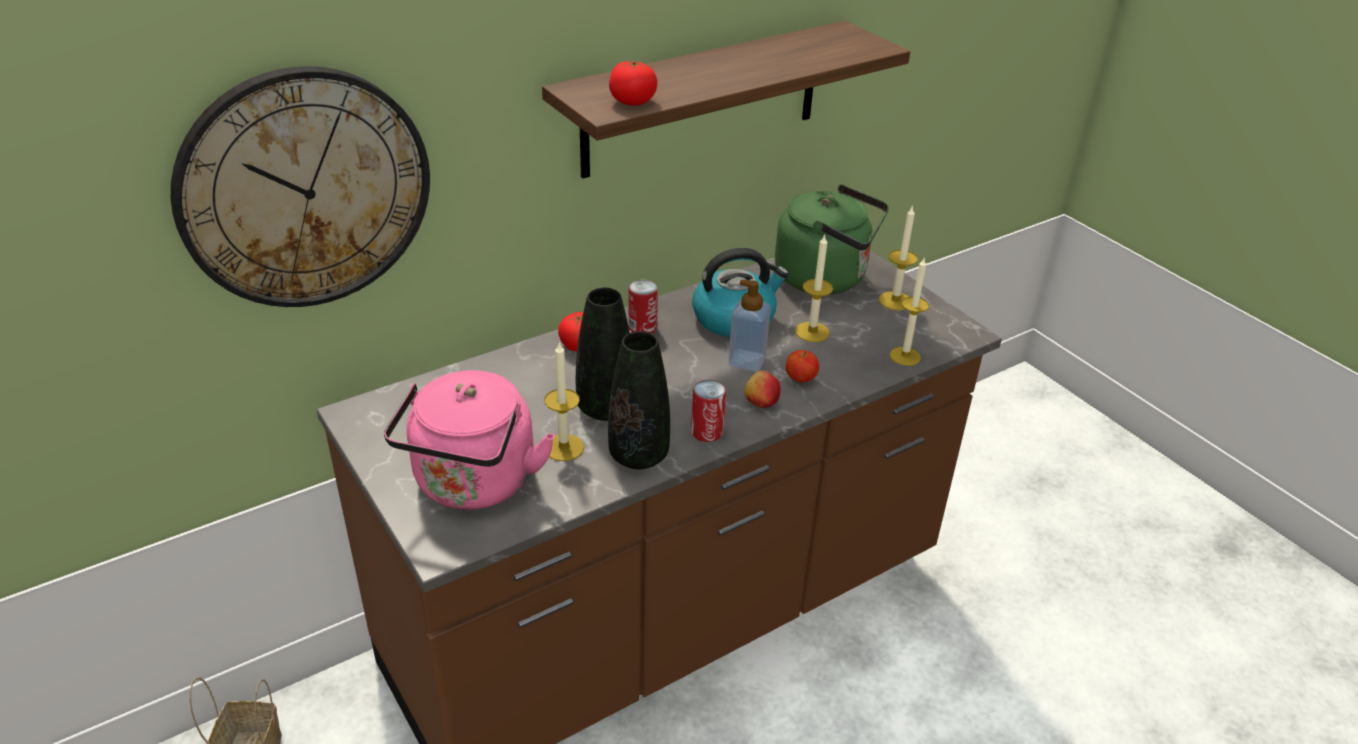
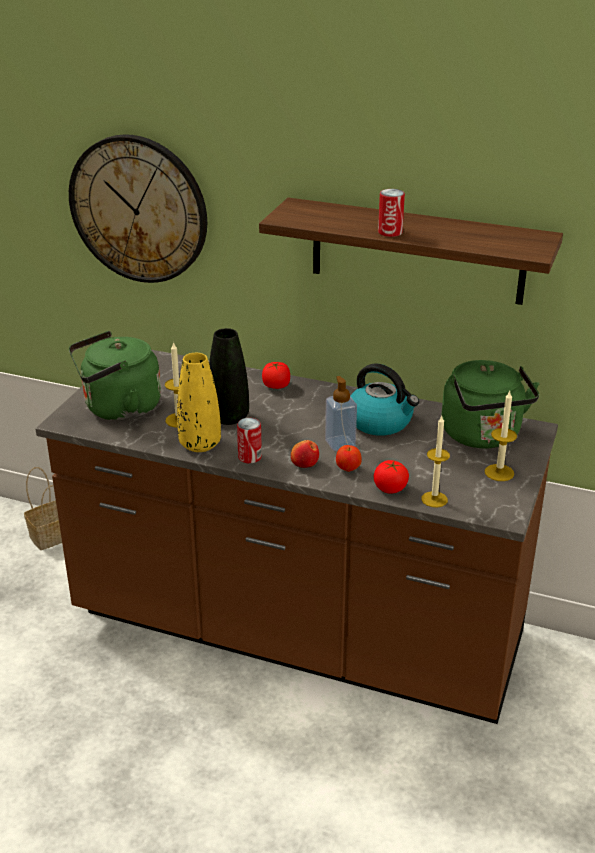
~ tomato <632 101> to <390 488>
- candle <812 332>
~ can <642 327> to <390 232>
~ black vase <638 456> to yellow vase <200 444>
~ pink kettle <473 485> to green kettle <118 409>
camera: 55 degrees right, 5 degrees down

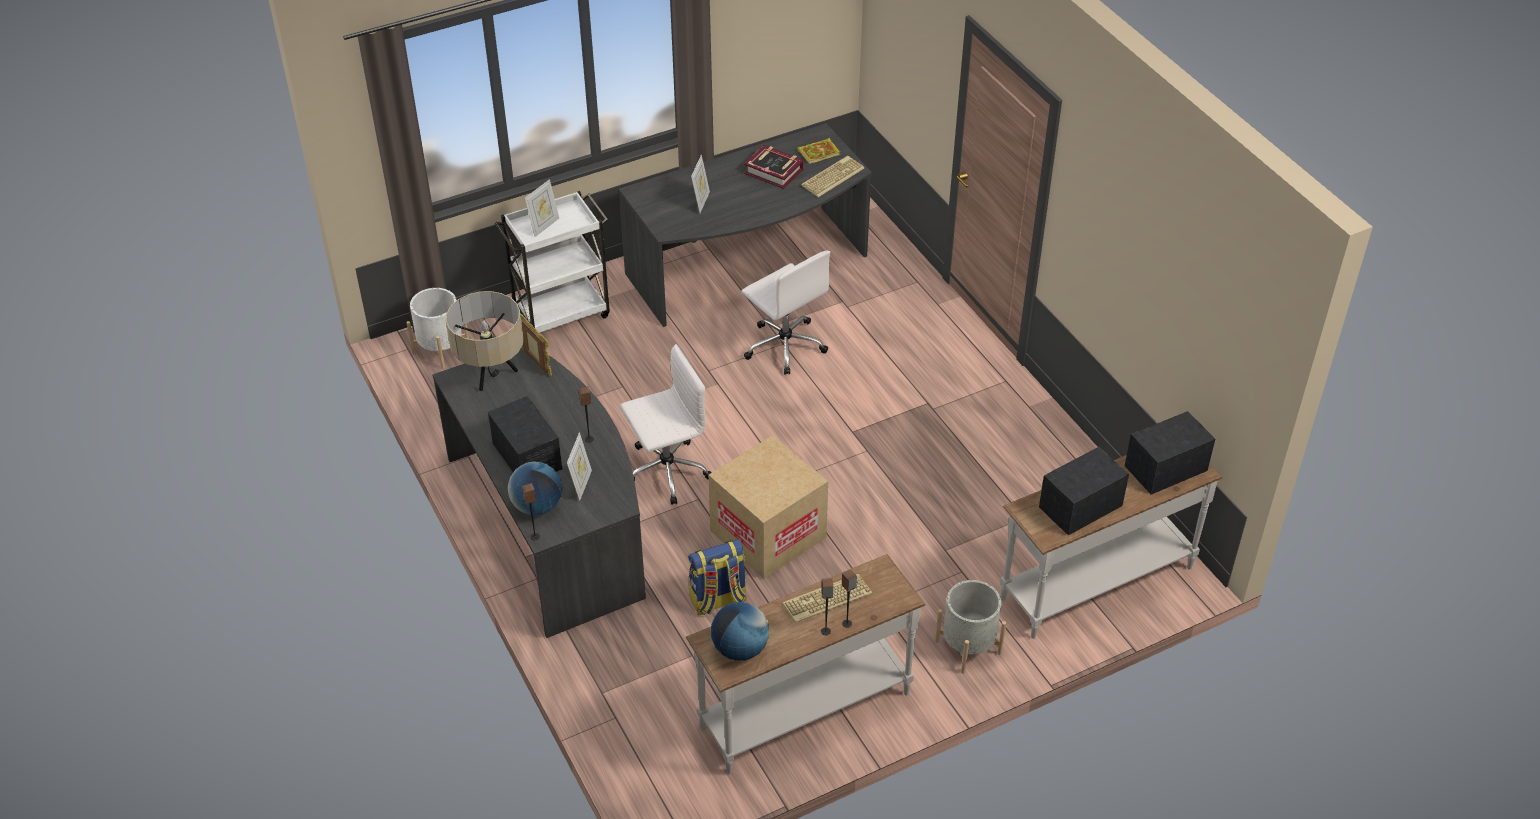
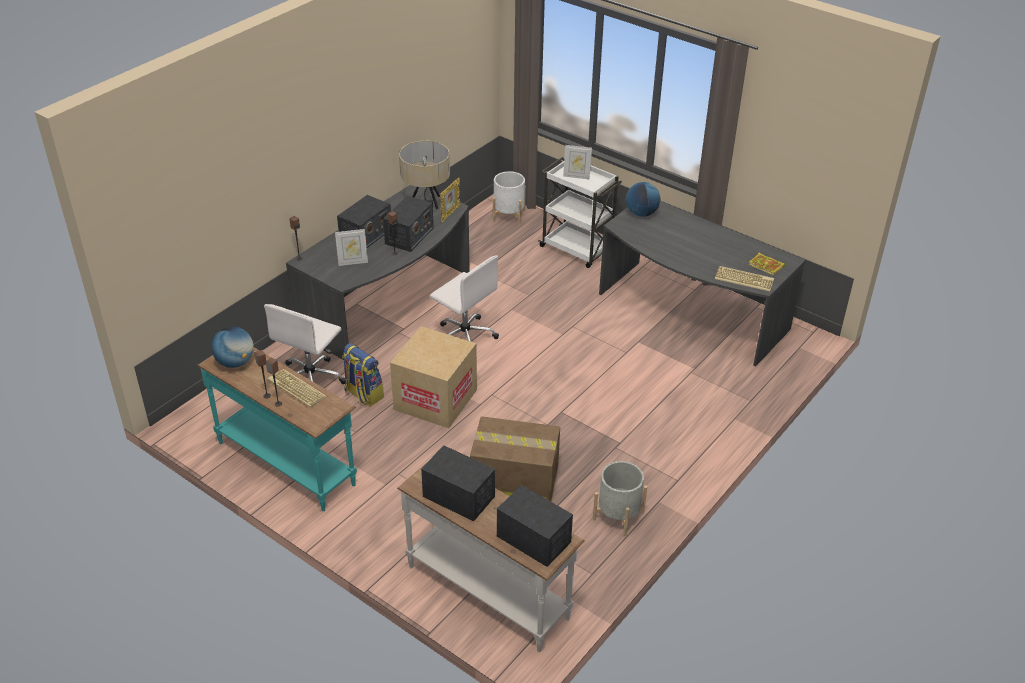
- book <774 171>
- picture frame <701 202>
~ white office chair <784 345> to <311 378>
~ globe <537 506> to <641 213>
~ white console table <804 709> to turquoise console table <287 462>
~ grey planter <968 647> to <618 516>
+ radio <409 236>
+ cardboard box <513 480>
camera: 65 degrees right, 5 degrees down

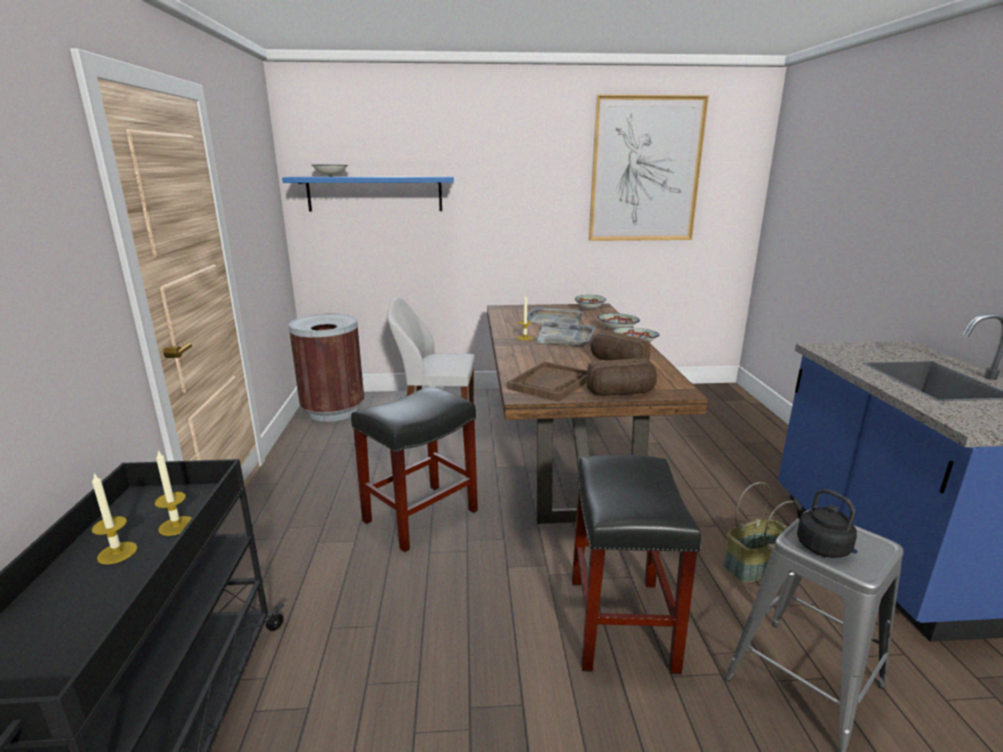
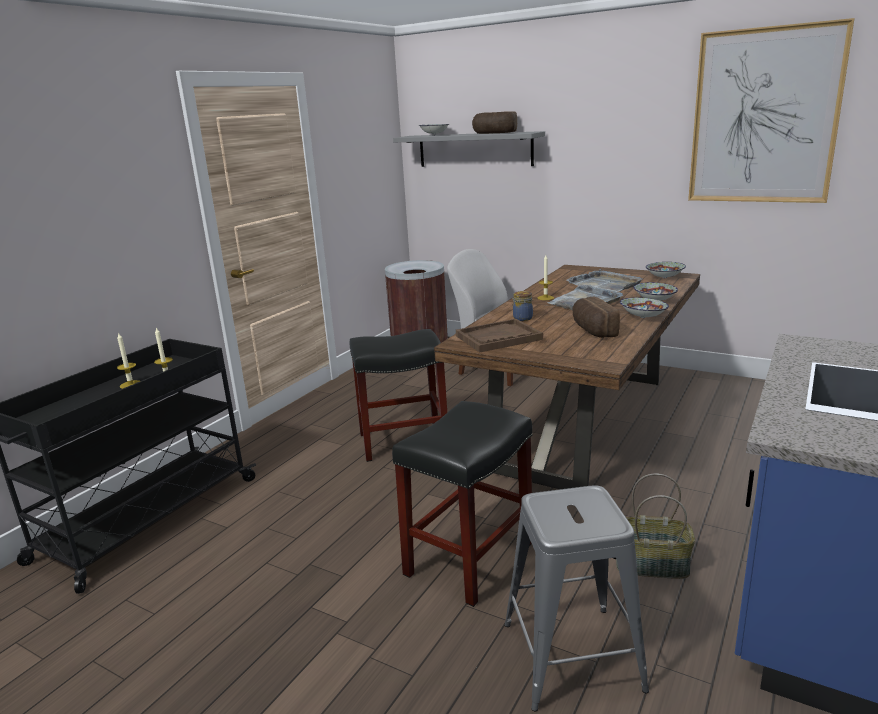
~ blue shelf <375 193> to grey shelf <474 150>
~ bread <621 393> to <494 133>
- black kettle <819 545>
+ jar <522 318>
camera: 35 degrees right, 0 degrees up

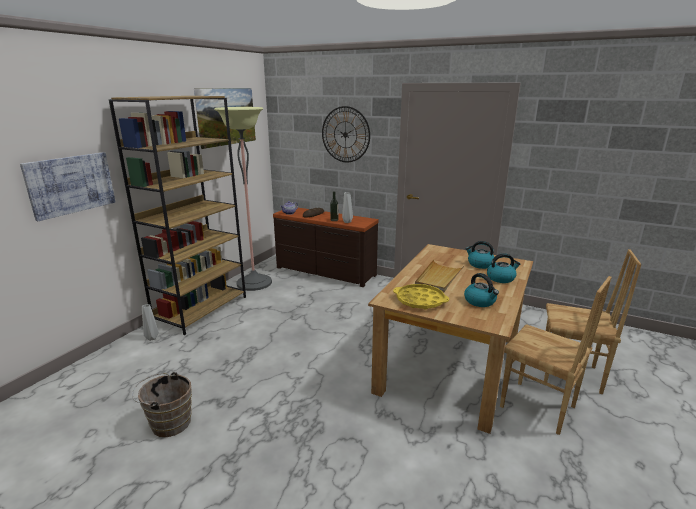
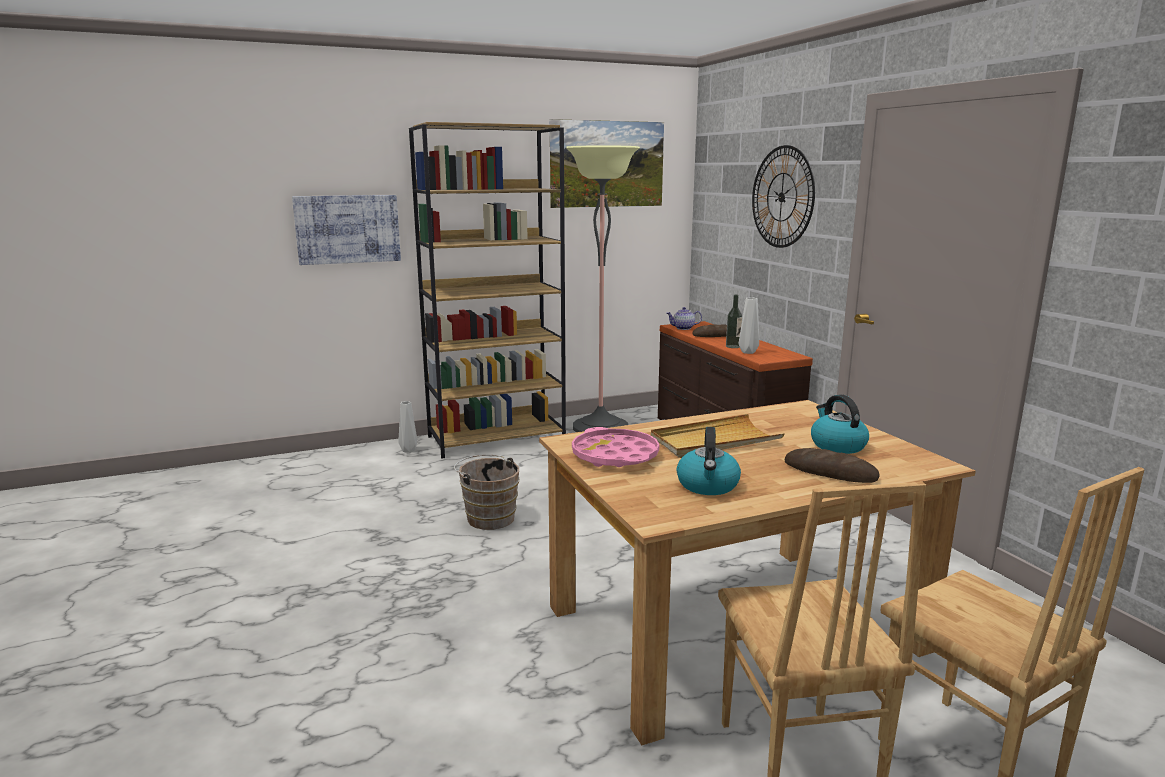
~ kettle <501 278> to bread <830 472>
~ yellow tray <420 300> to pink tray <615 456>
~ brown bucket <168 423> to <488 517>
camera: 40 degrees right, 5 degrees down

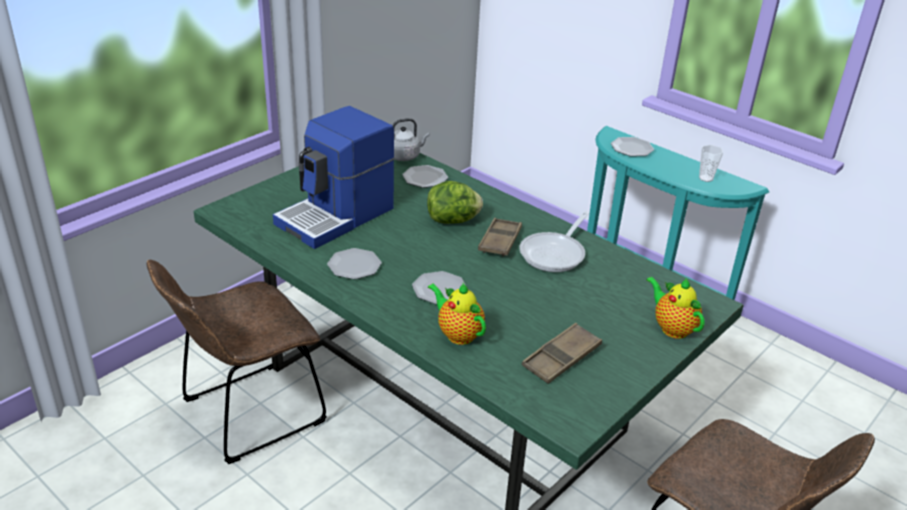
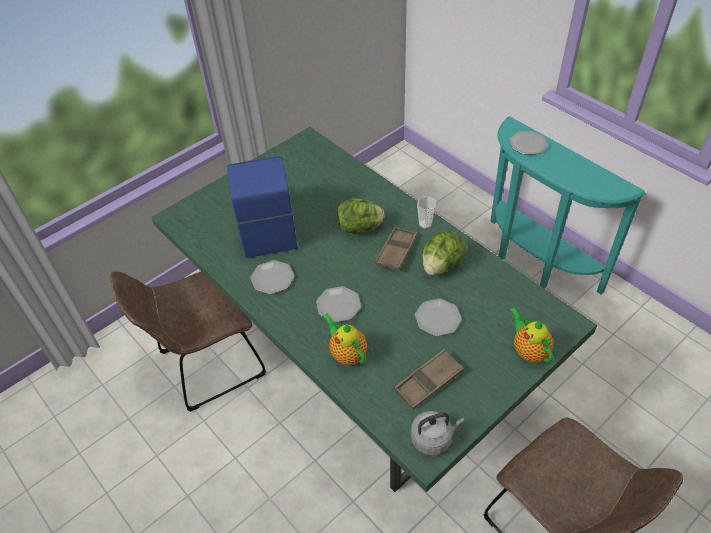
~ coffee machine <337 216> = <264 223> 120 degrees clockwise
~ grey kettle <405 156> to <433 438>
~ cup <705 178> to <425 224>
~ plate <425 178> to <438 318>
~ frying pan <555 253> to lettuce <441 265>
camera: 10 degrees right, 15 degrees up

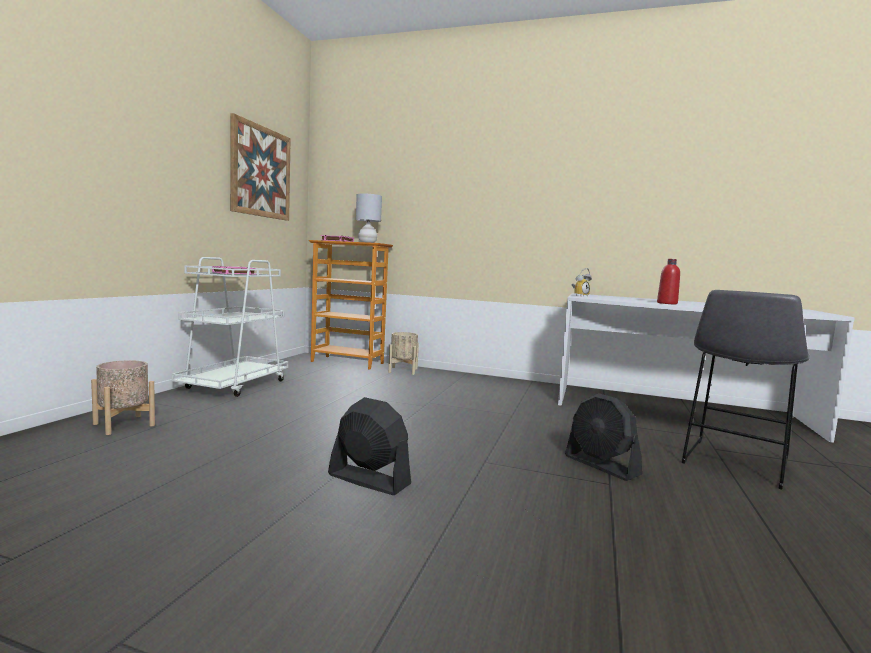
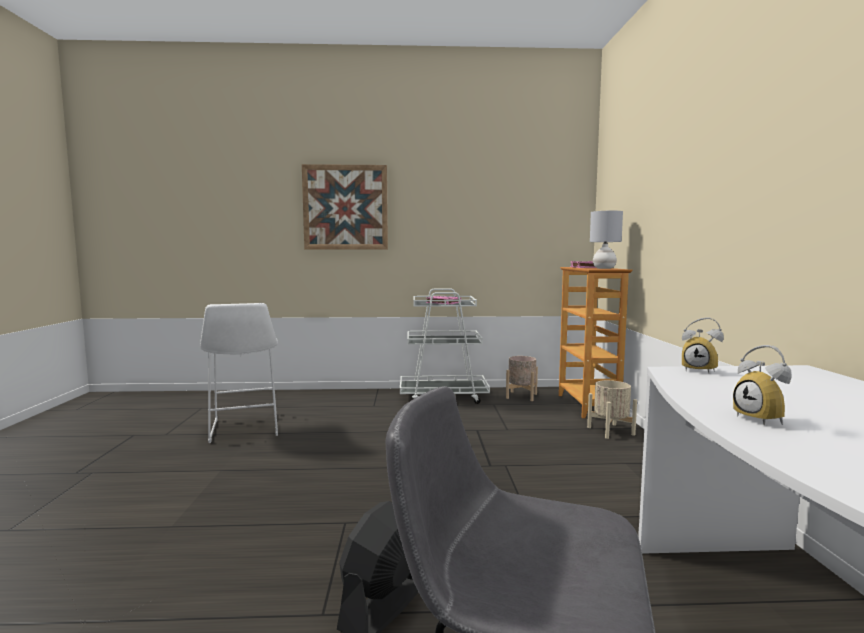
~ picture <261 172> to <345 207>
~ red bottle <667 303> to alarm clock <764 419>
~ beige planter <123 425> to <521 396>
- black fan <368 479>
+ white stool <244 429>
camera: 70 degrees right, 0 degrees up

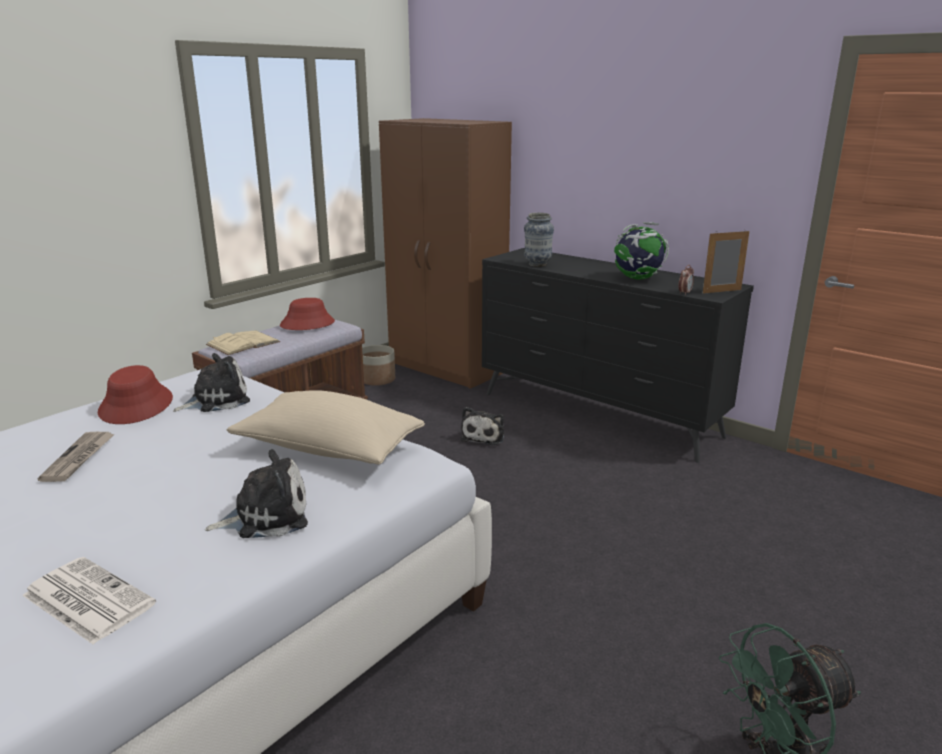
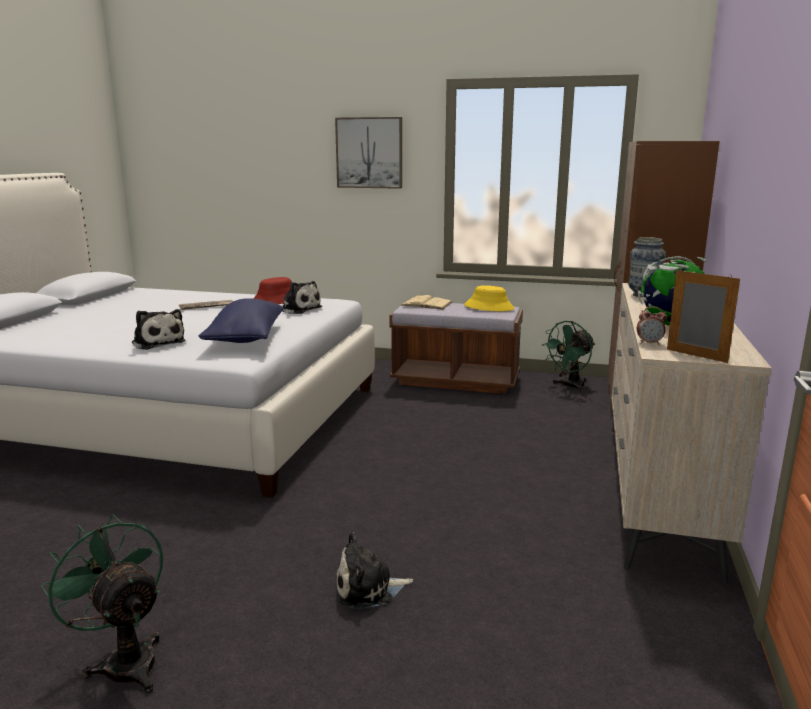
~ black dresser <598 415> to beige dresser <656 491>
~ red hat <307 324> to yellow hat <489 307>
~ planter <377 379> to green fan <569 386>
~ beige pillow <328 450> to blue pillow <245 338>
~ plush toy <484 436> to <368 589>
- newspaper <86 600>
+ picture <369 153>
camera: 65 degrees right, 5 degrees down

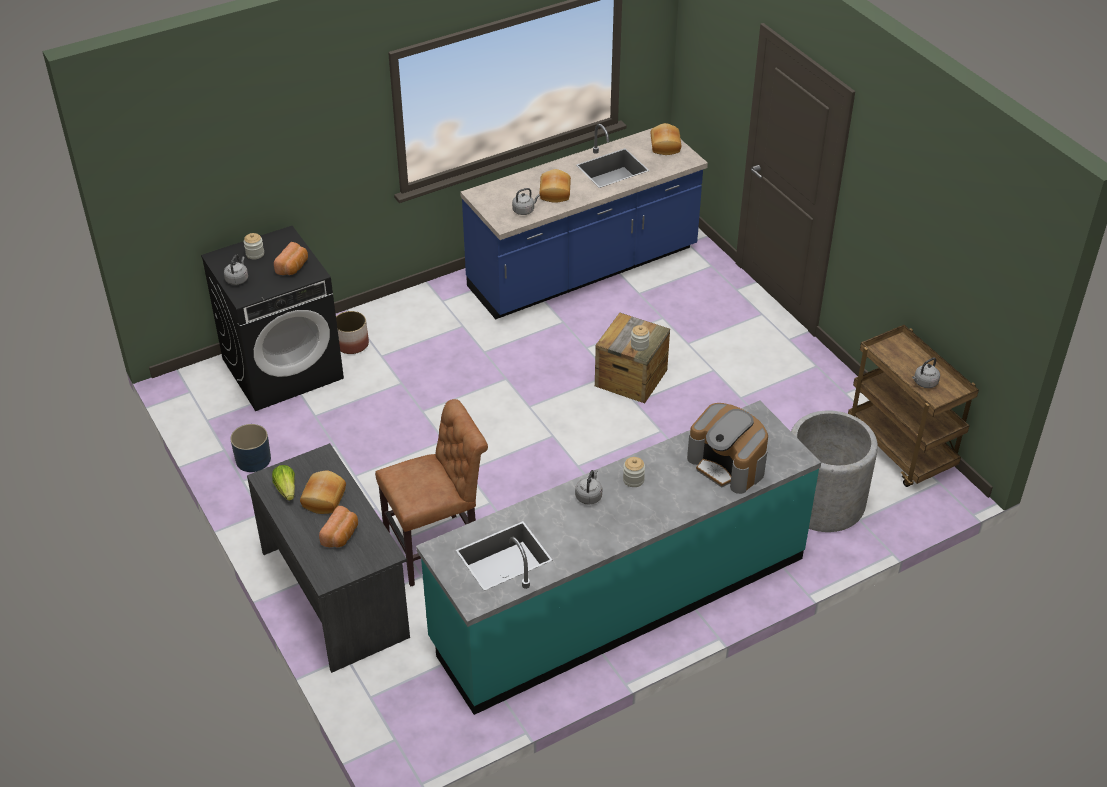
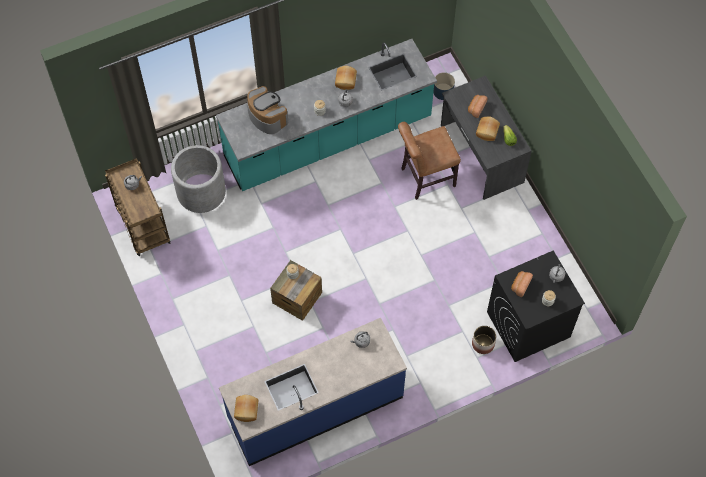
~ bread <554 192> to <346 81>
~ blue planter <253 459> to <443 91>
camera: 175 degrees left, 20 degrees up

